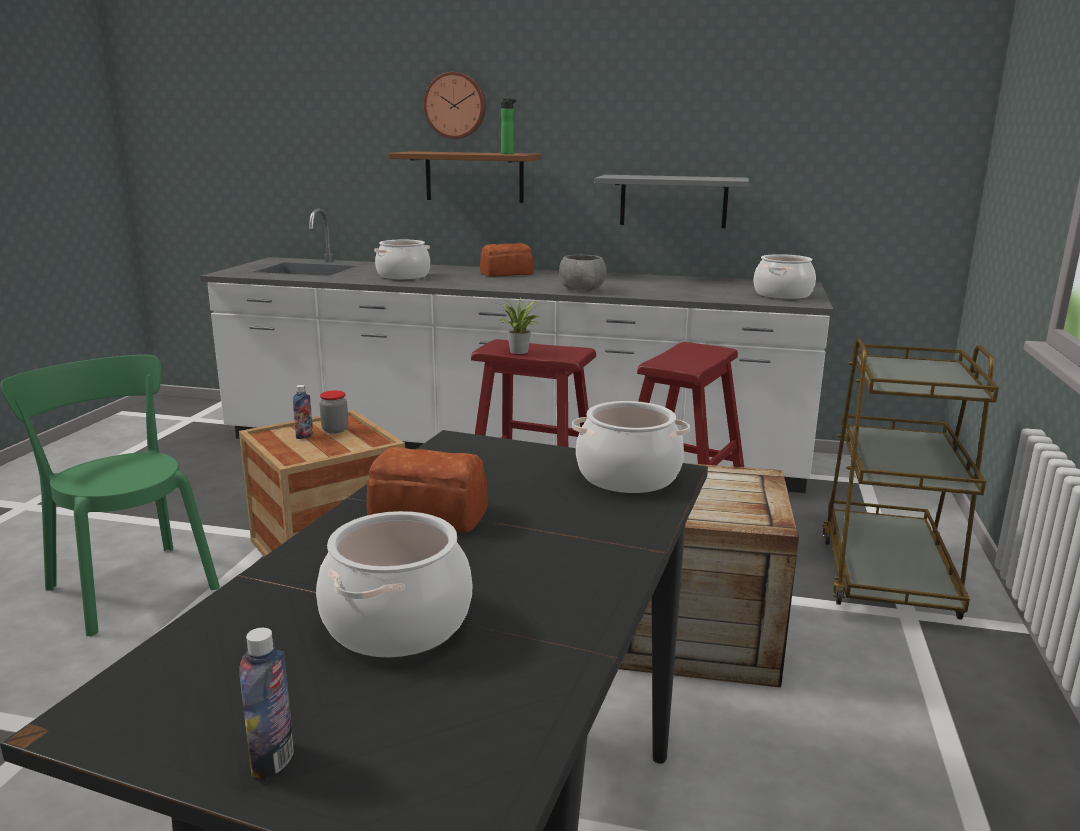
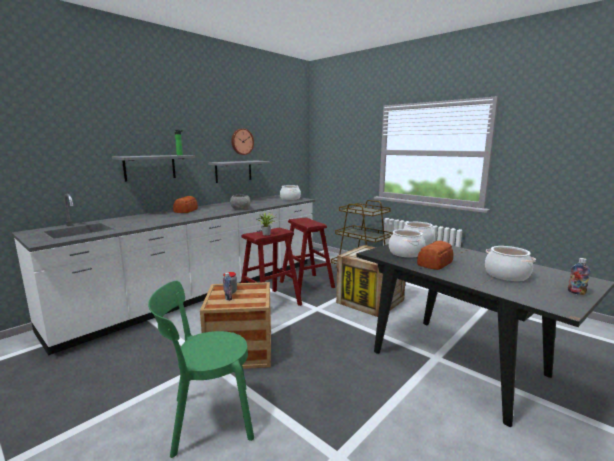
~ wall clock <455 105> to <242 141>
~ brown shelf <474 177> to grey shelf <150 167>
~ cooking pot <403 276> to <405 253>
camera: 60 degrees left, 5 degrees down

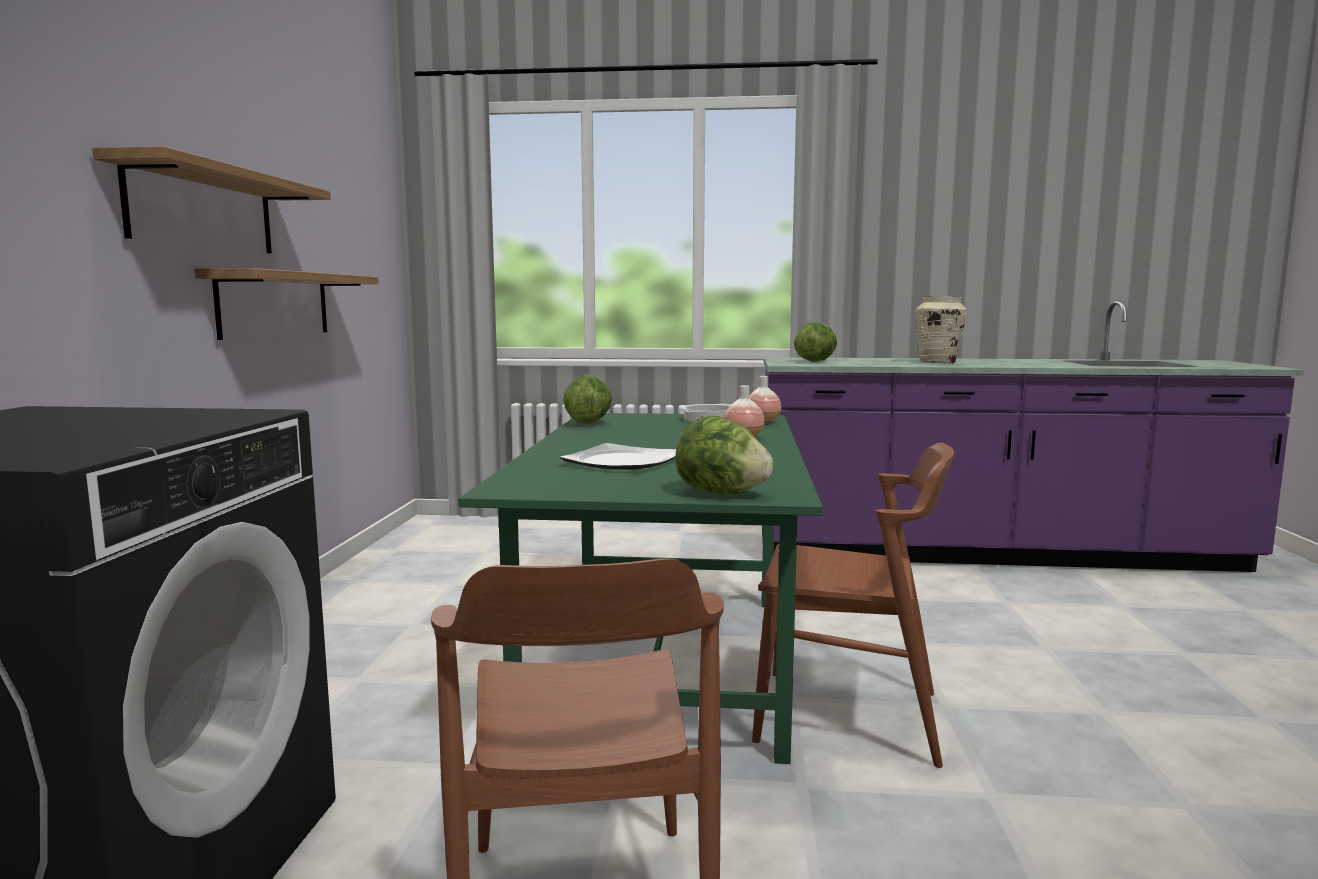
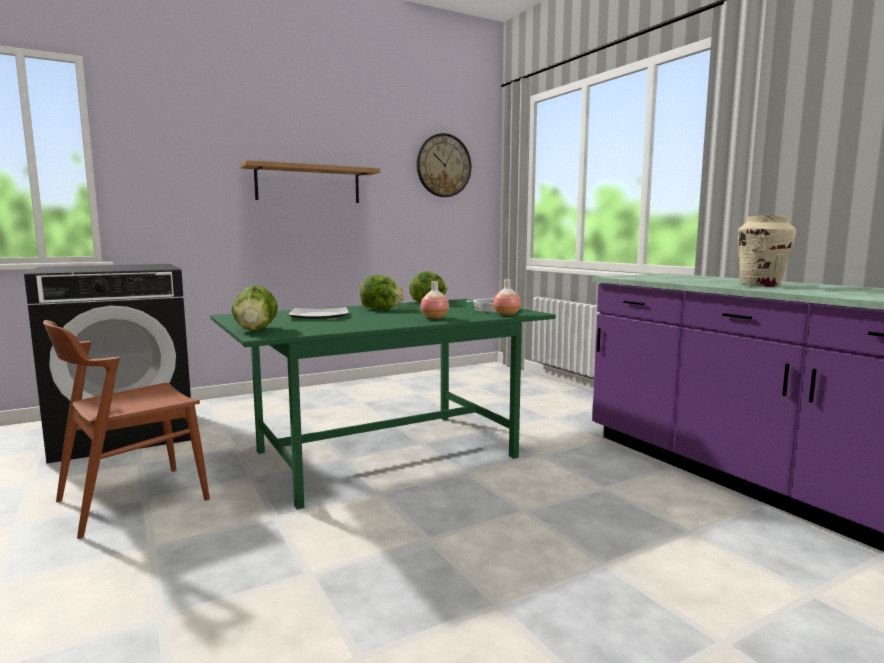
- shelf <275 304>
~ lettuce <815 361> to <381 309>
- brown chair <849 716>
+ wall clock <443 165>
camera: 55 degrees right, 0 degrees up

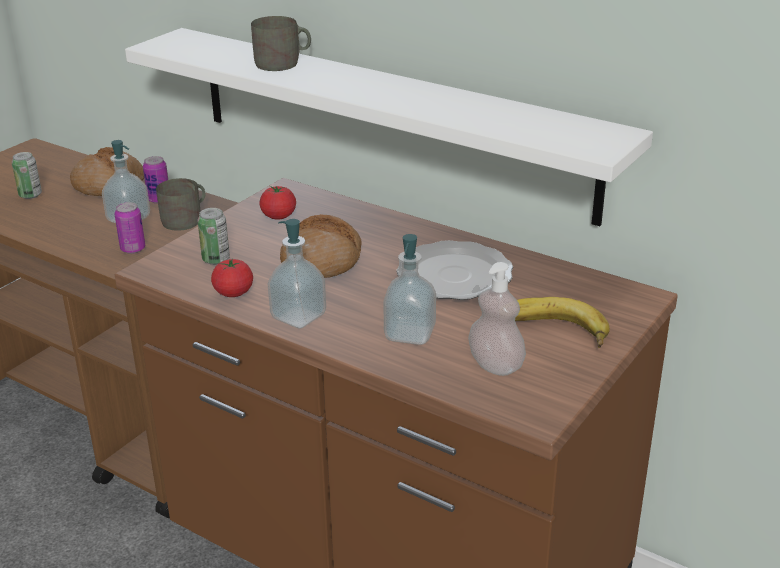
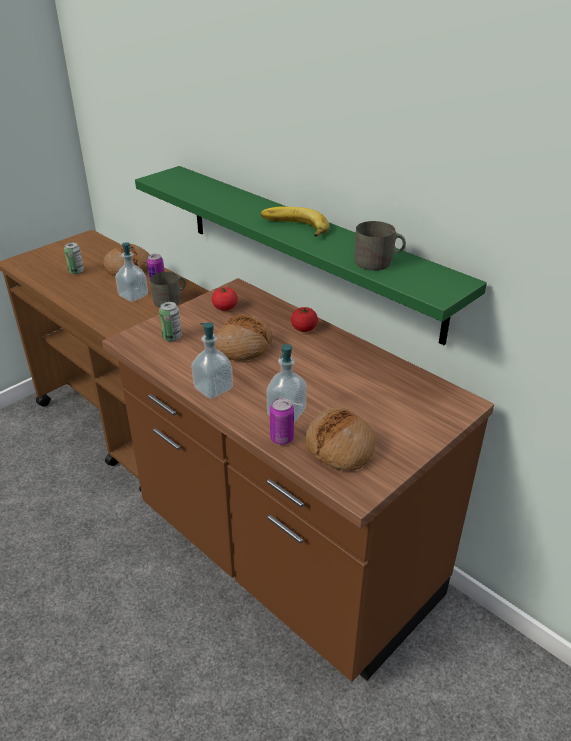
~ grey mug <283 63> to <378 262>
~ white shelf <387 120> to green shelf <306 248>
~ can <133 249> to <282 438>
- plate <453 275>
~ tomato <233 292> to <304 329>
~ soap dispenser <495 365> to bread <340 446>
~ banana <552 331> to <293 228>
camera: 10 degrees right, 5 degrees up

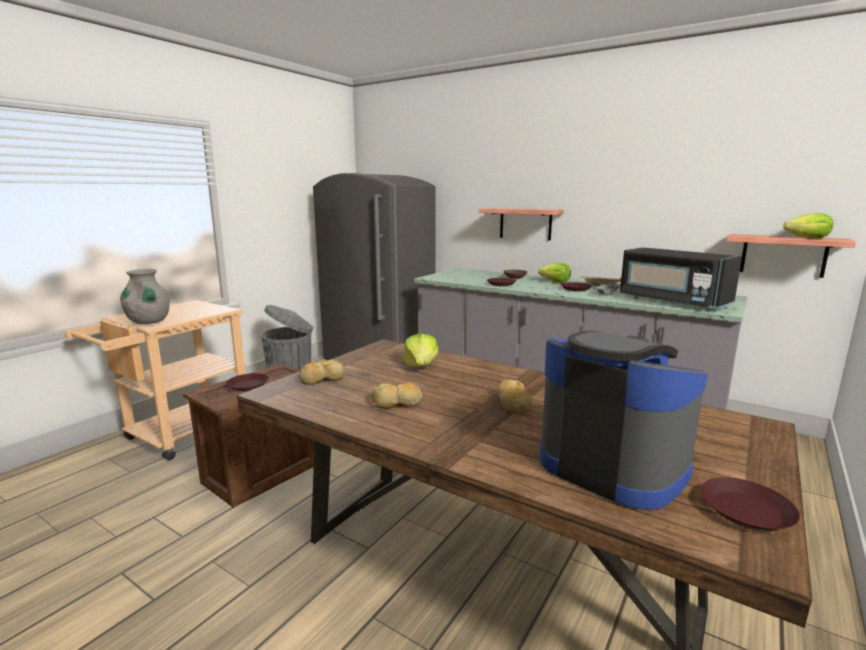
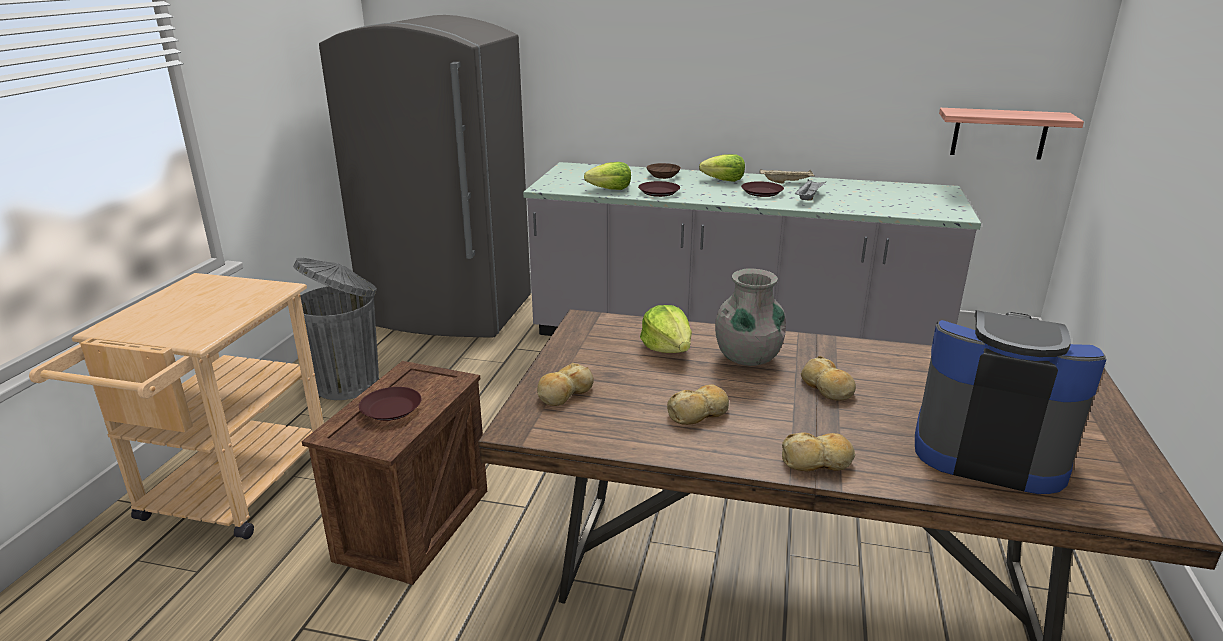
- shelf <525 224>
~ lettuce <807 238> to <610 189>
- black microwave <672 301>
~ grey vase <149 322> to <747 358>
- brown plate <747 511>
+ bread <817 461>
camera: 20 degrees left, 10 degrees up

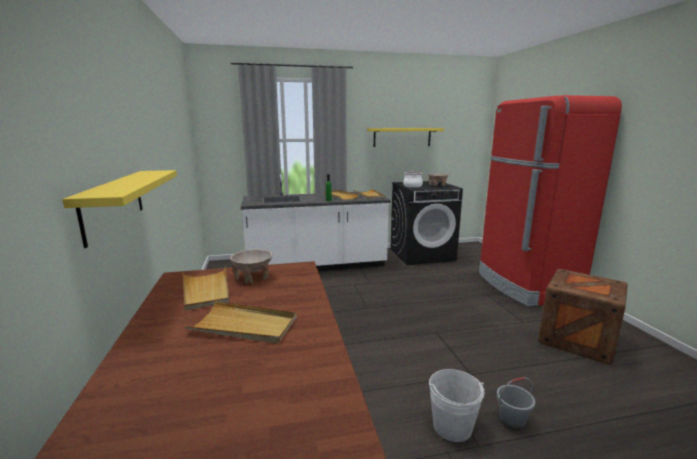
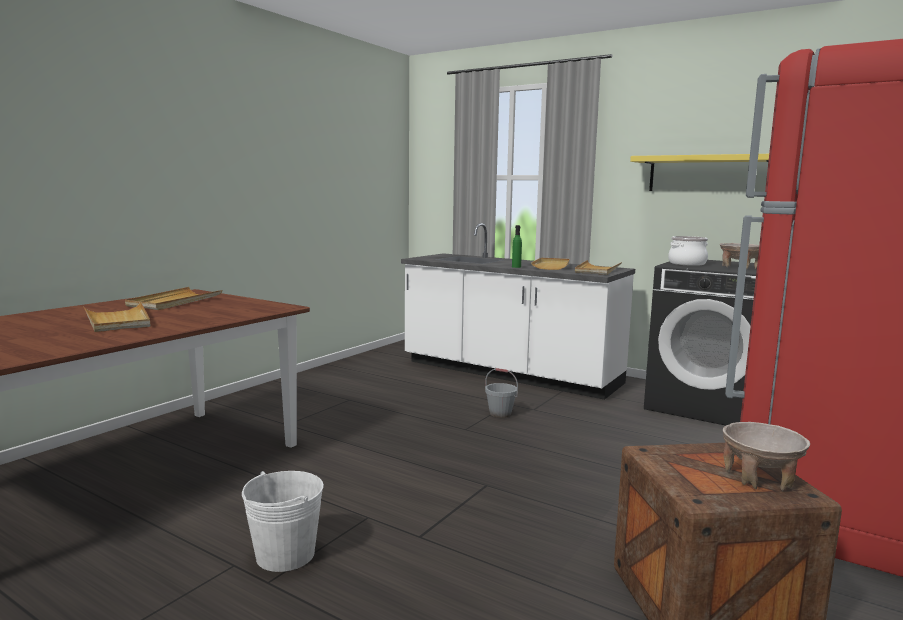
- yellow shelf <114 203>
~ beige bowl <253 277> to <760 478>
~ grey bucket <512 421> to <500 414>
camera: 45 degrees right, 5 degrees down

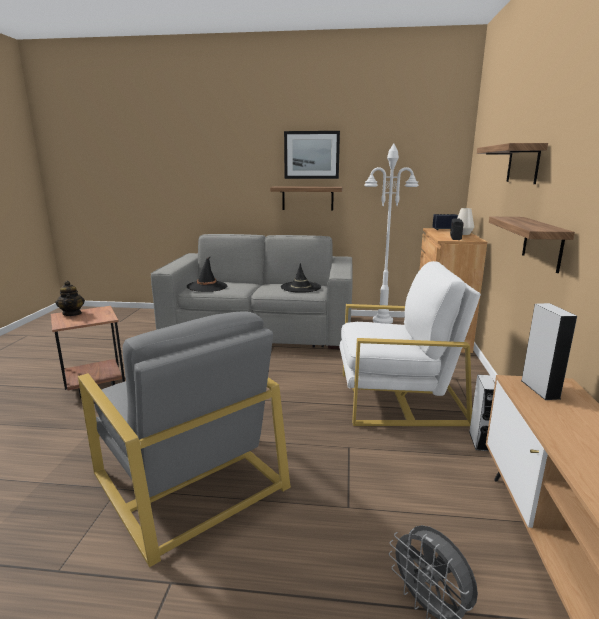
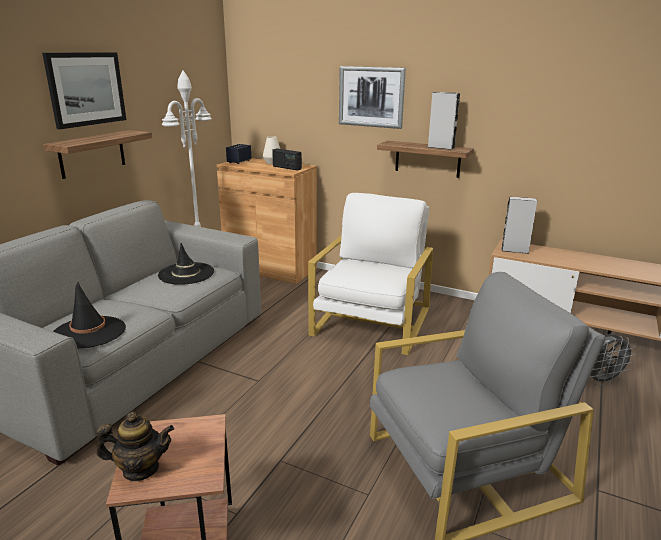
~ shelf <523 164> to picture <371 97>
~ grey speaker <478 441> to <441 147>
camera: 70 degrees left, 5 degrees up

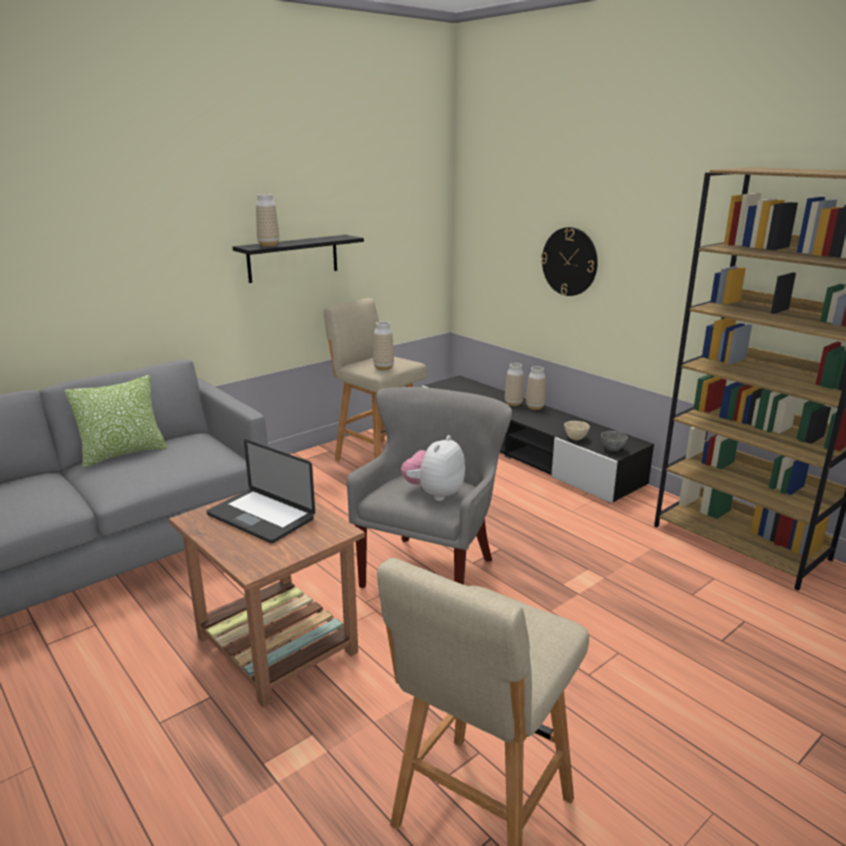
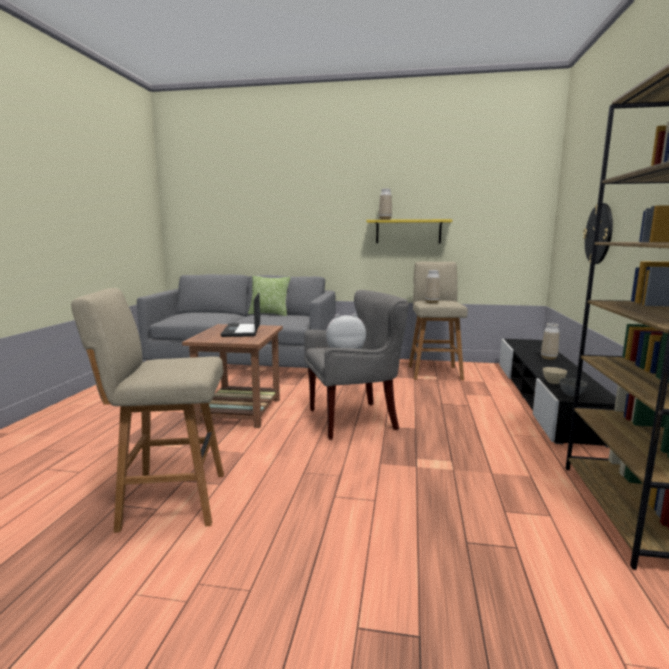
~ black shelf <293 258> to yellow shelf <408 231>
- vase <535 407>
camera: 50 degrees right, 10 degrees down

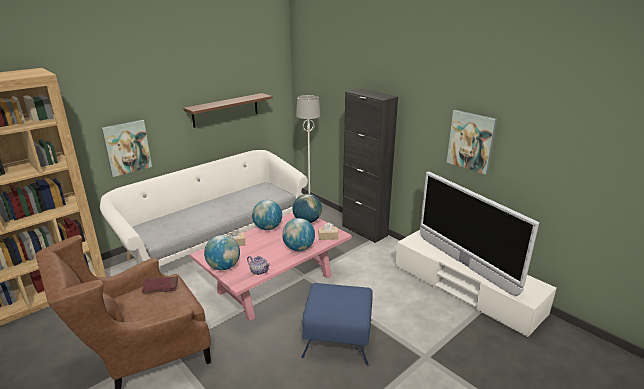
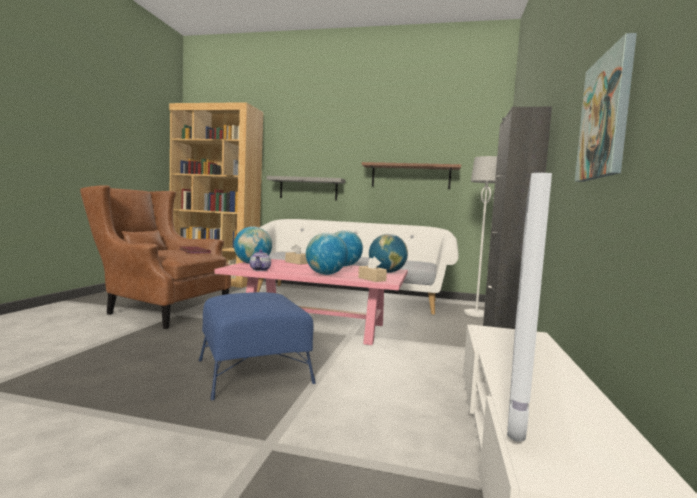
~ picture <127 147> to grey shelf <308 188>
camera: 55 degrees right, 20 degrees down

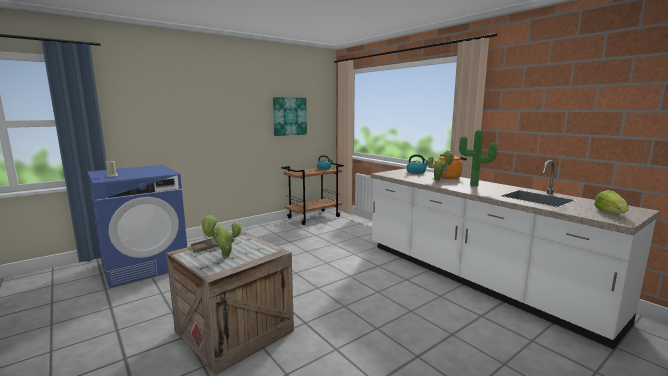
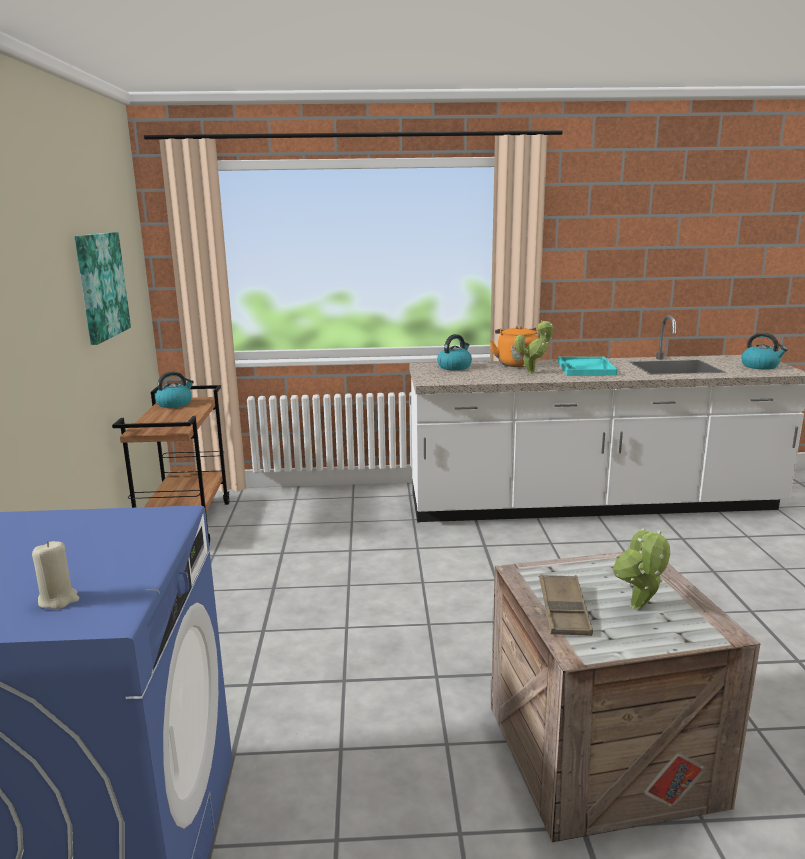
~ potted plant <474 186> to turquoise tray <586 368>
~ lettuce <610 213> to kettle <760 366>
camera: 55 degrees left, 5 degrees up

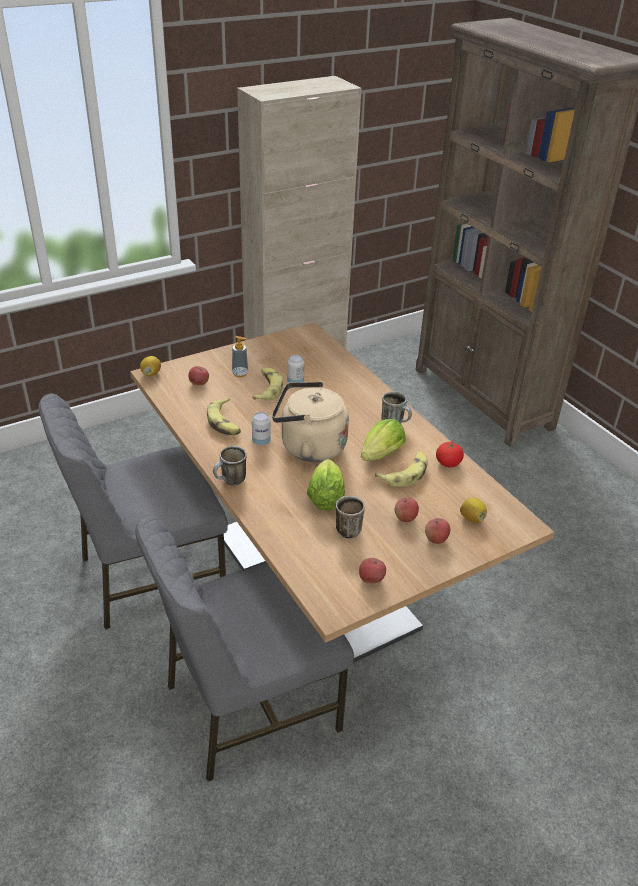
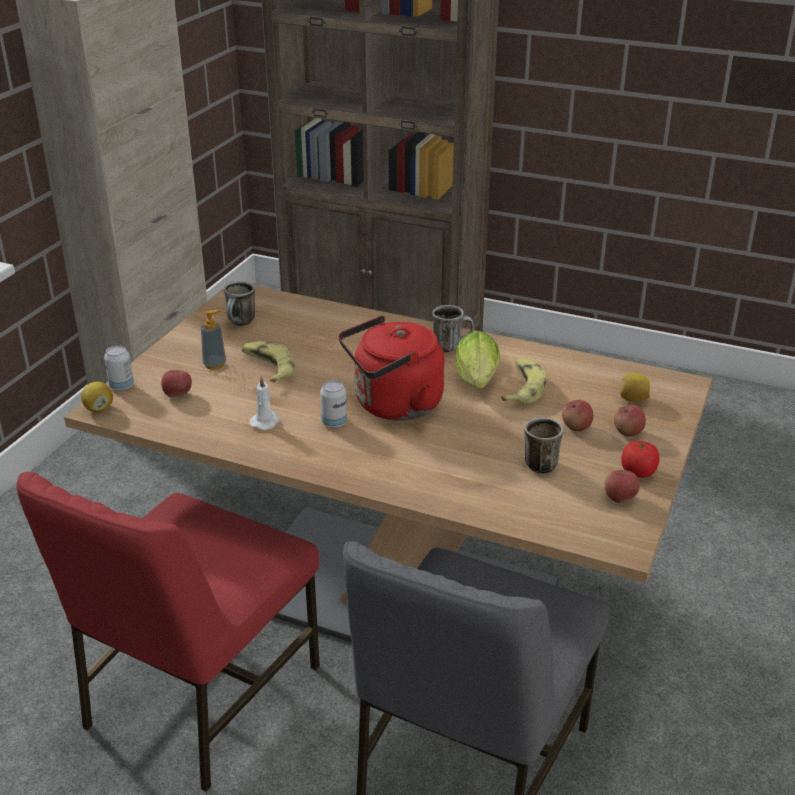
~ can <295 382> to <122 386>
~ beige kettle <308 447> to red kettle <393 405>
~ grey chair <149 575> to red chair <198 696>
~ banana <225 422> to white candle <265 422>
~ tomato <448 463> to <638 472>
~ mug <230 482> to <241 323>
- lettuce <326 496>
camera: 35 degrees left, 5 degrees down

